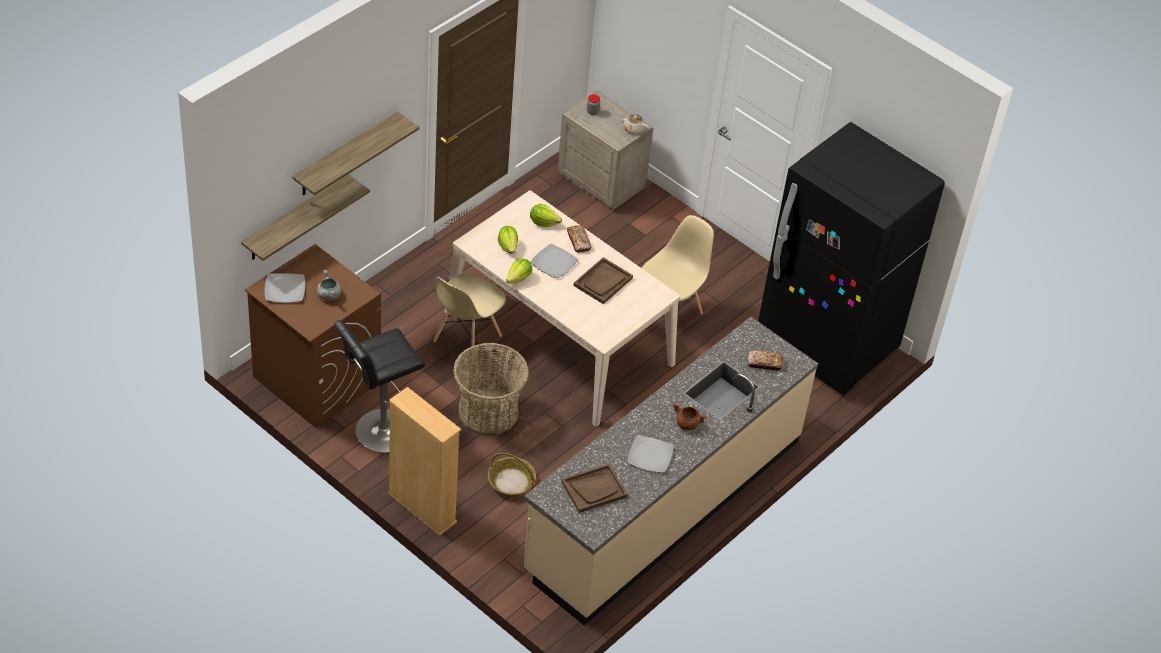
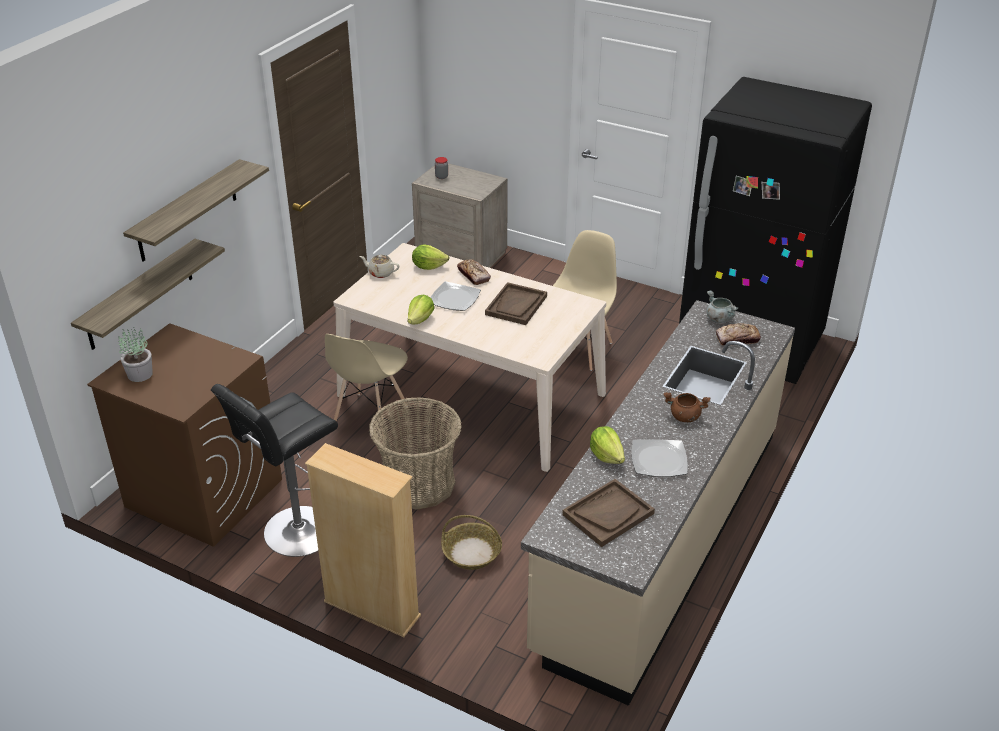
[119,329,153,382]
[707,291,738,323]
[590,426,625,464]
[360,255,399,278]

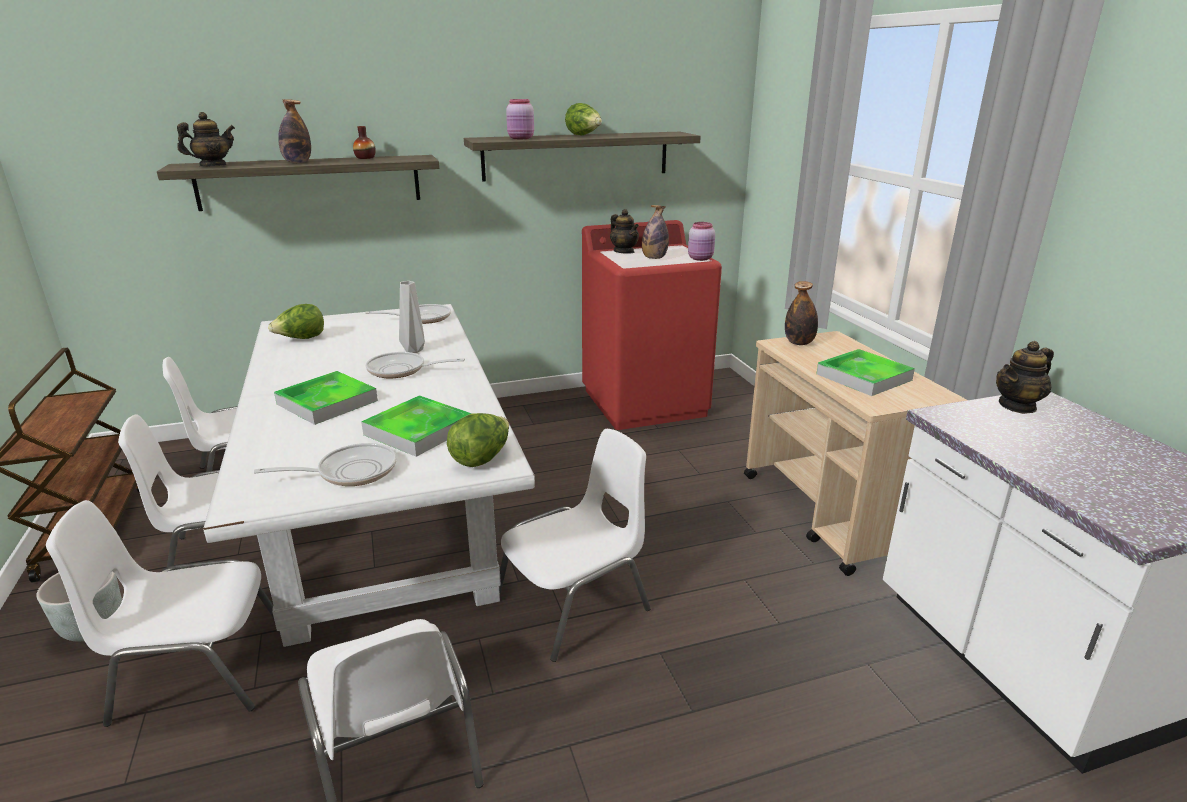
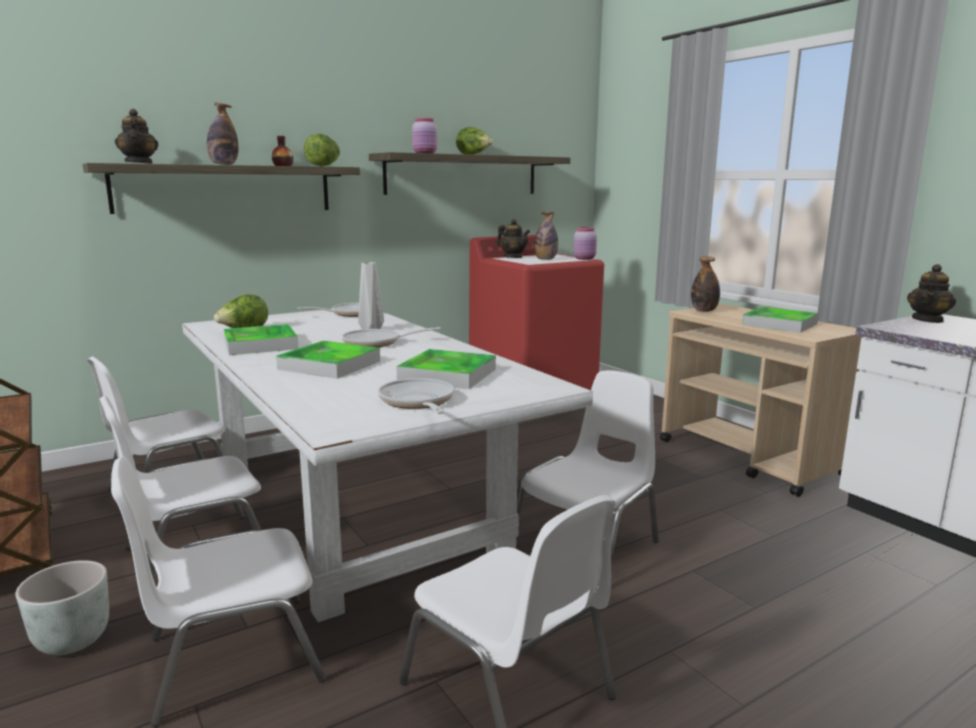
[115,109,158,164]
[378,378,454,414]
[304,134,340,167]
[224,324,299,355]

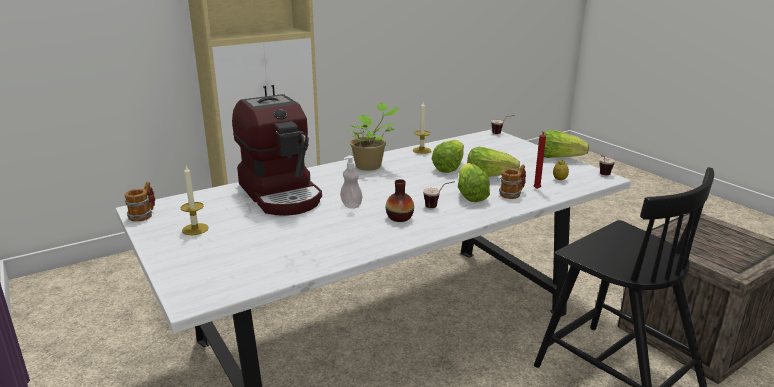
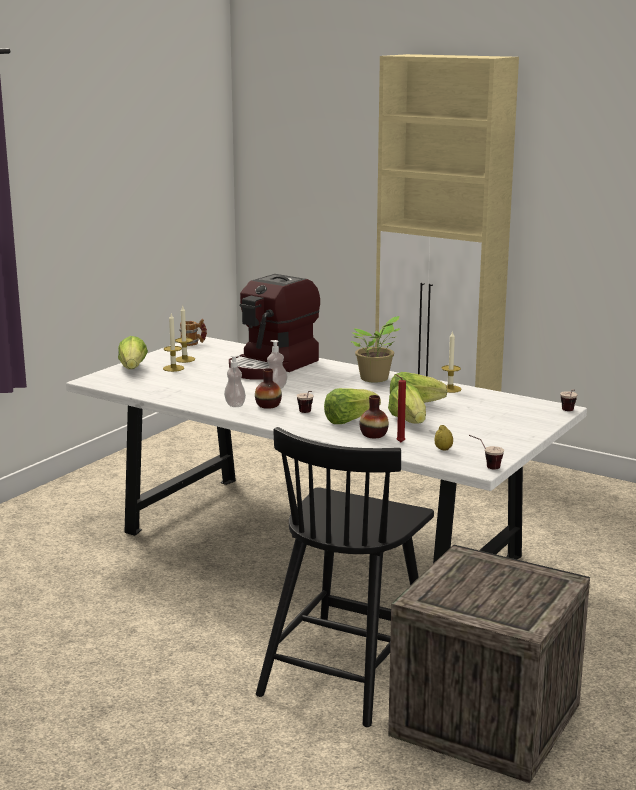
[360,395,389,438]
[118,336,148,369]
[163,314,184,372]
[224,355,246,407]

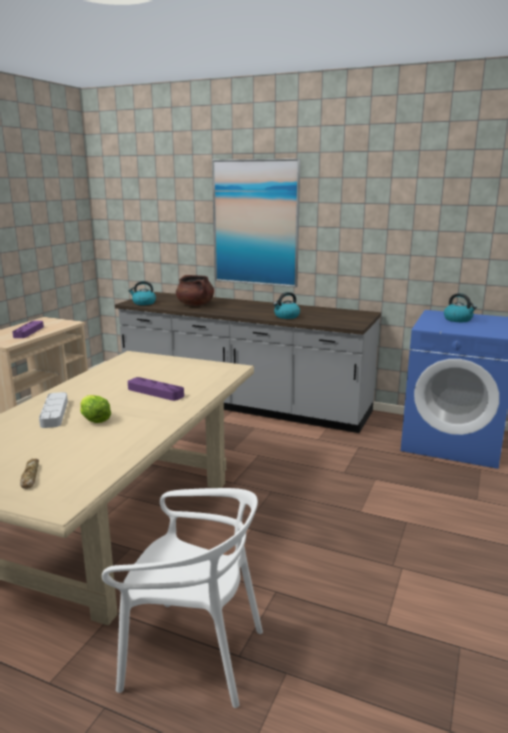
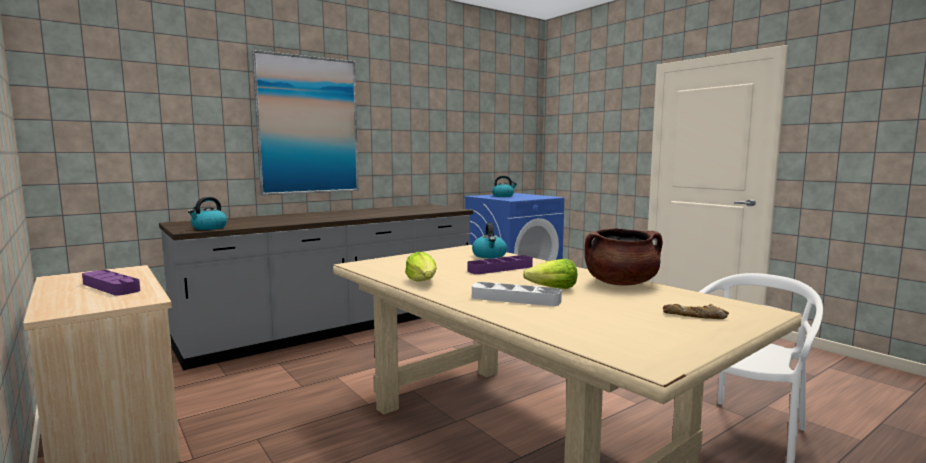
[585,228,663,286]
[472,223,507,258]
[405,252,437,281]

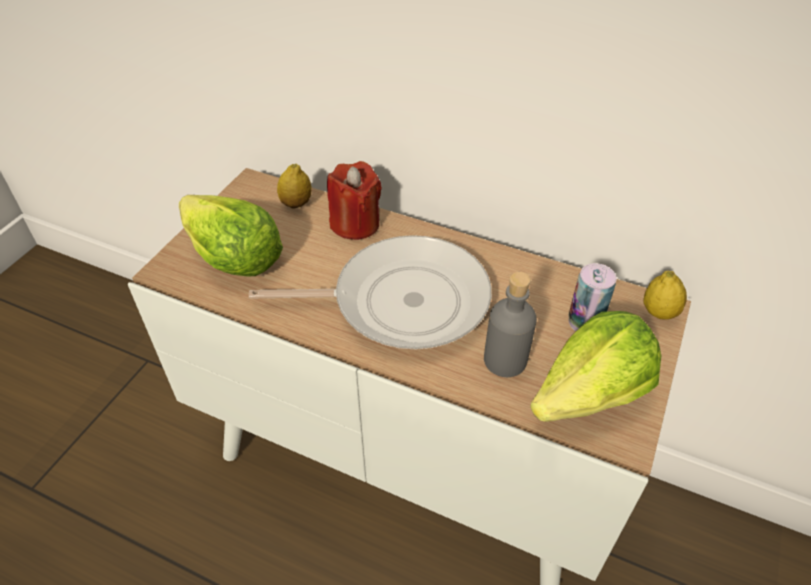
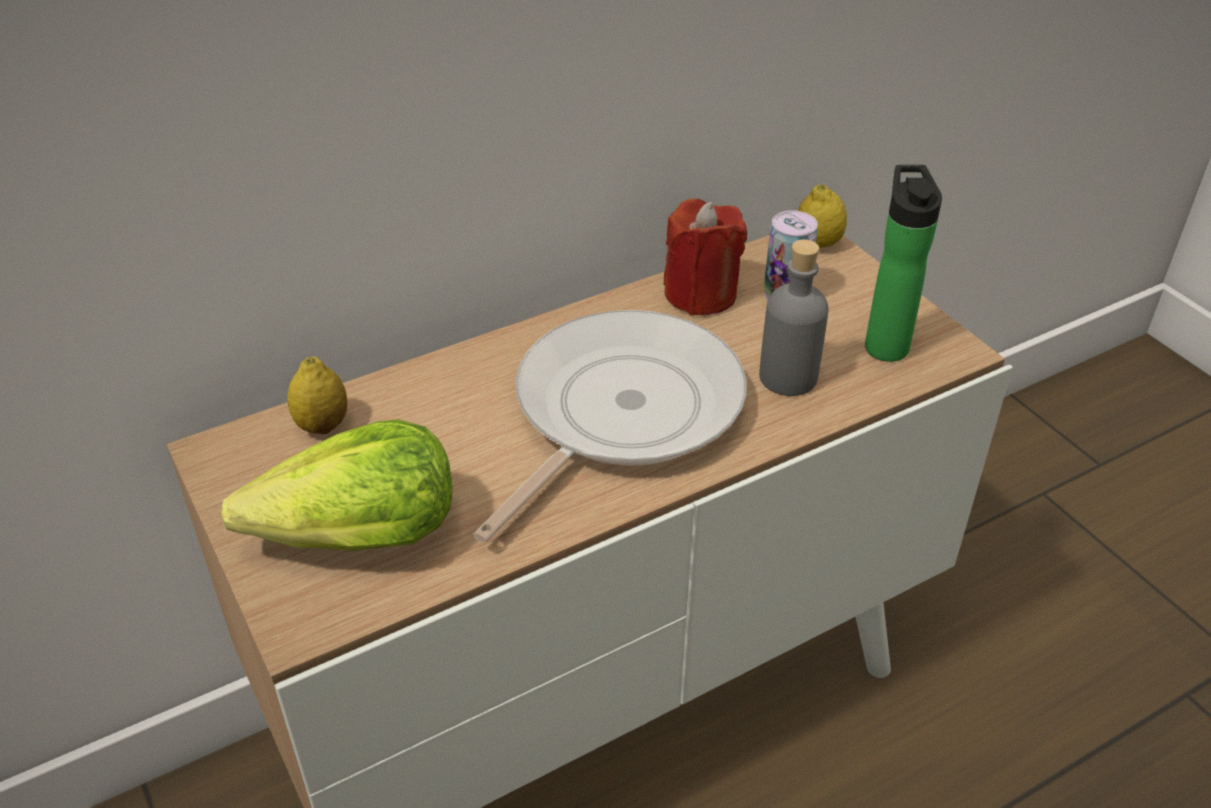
[664,199,747,315]
[865,165,942,362]

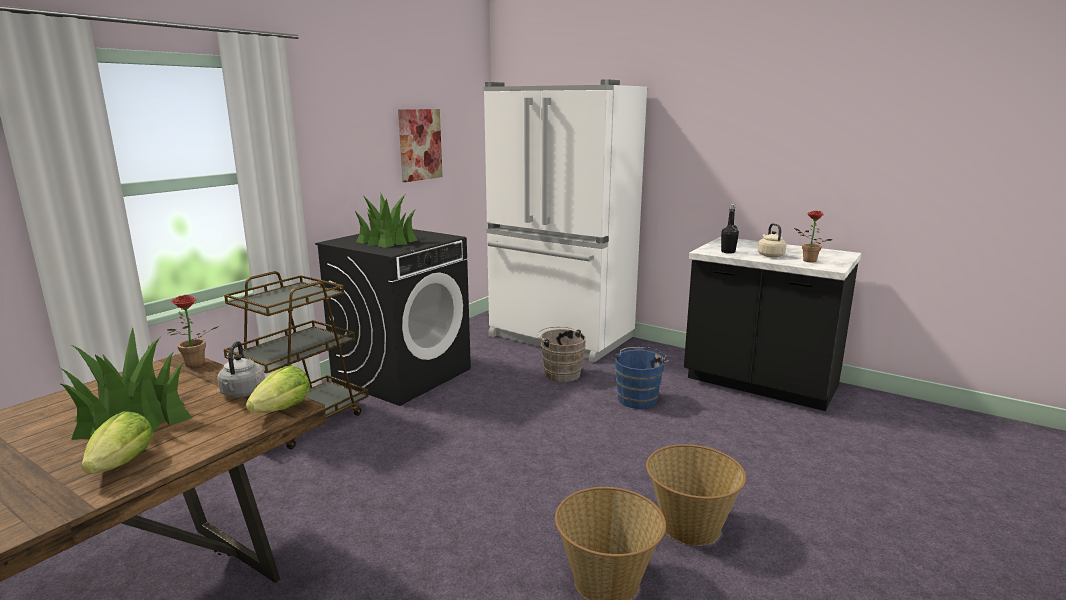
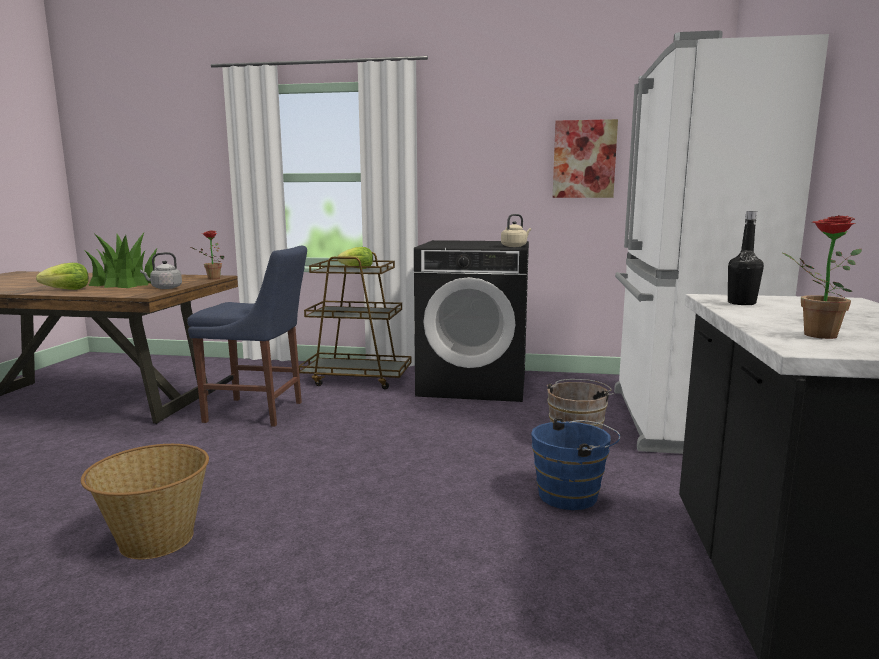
[337,247,373,269]
[354,192,418,248] (first image)
[646,444,746,546] (first image)
[501,214,531,247]
[187,246,307,427]

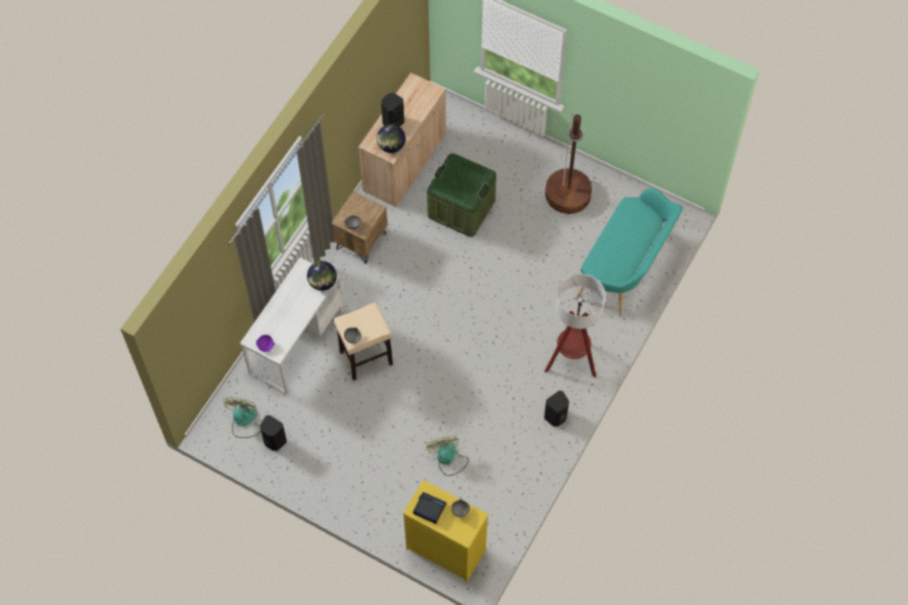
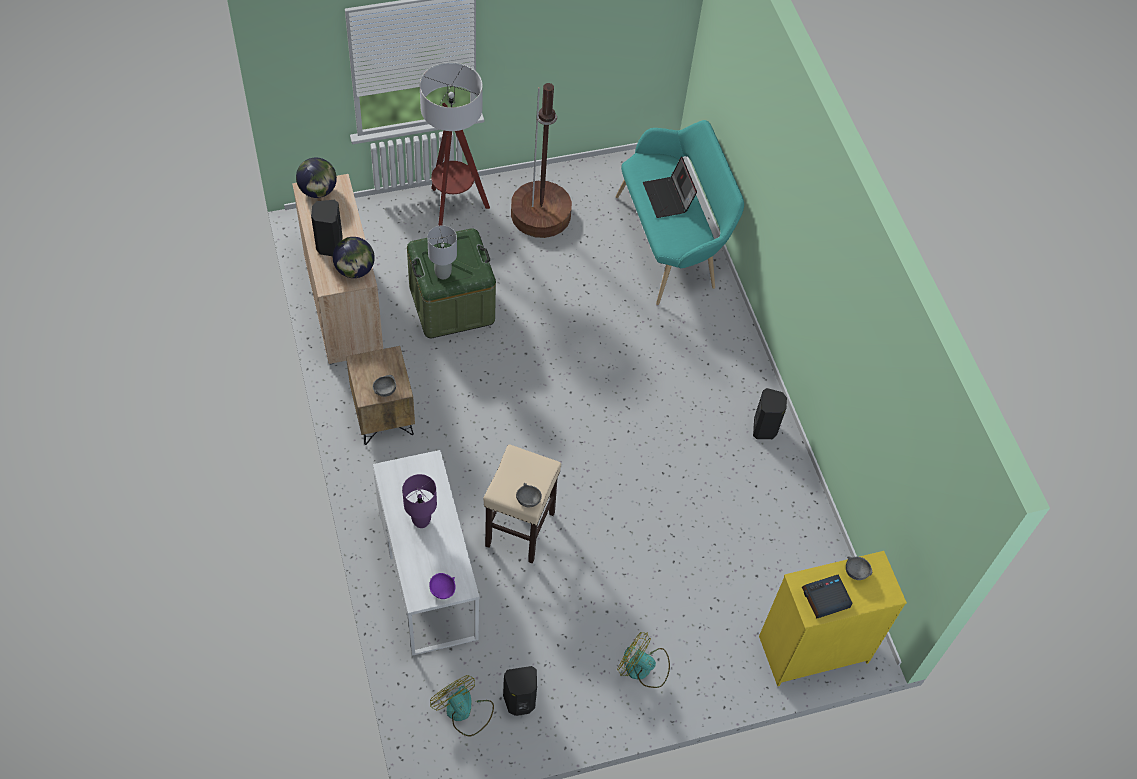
[296,158,337,198]
[617,632,670,688]
[420,62,490,226]
[402,474,437,528]
[427,225,457,279]
[643,156,697,218]

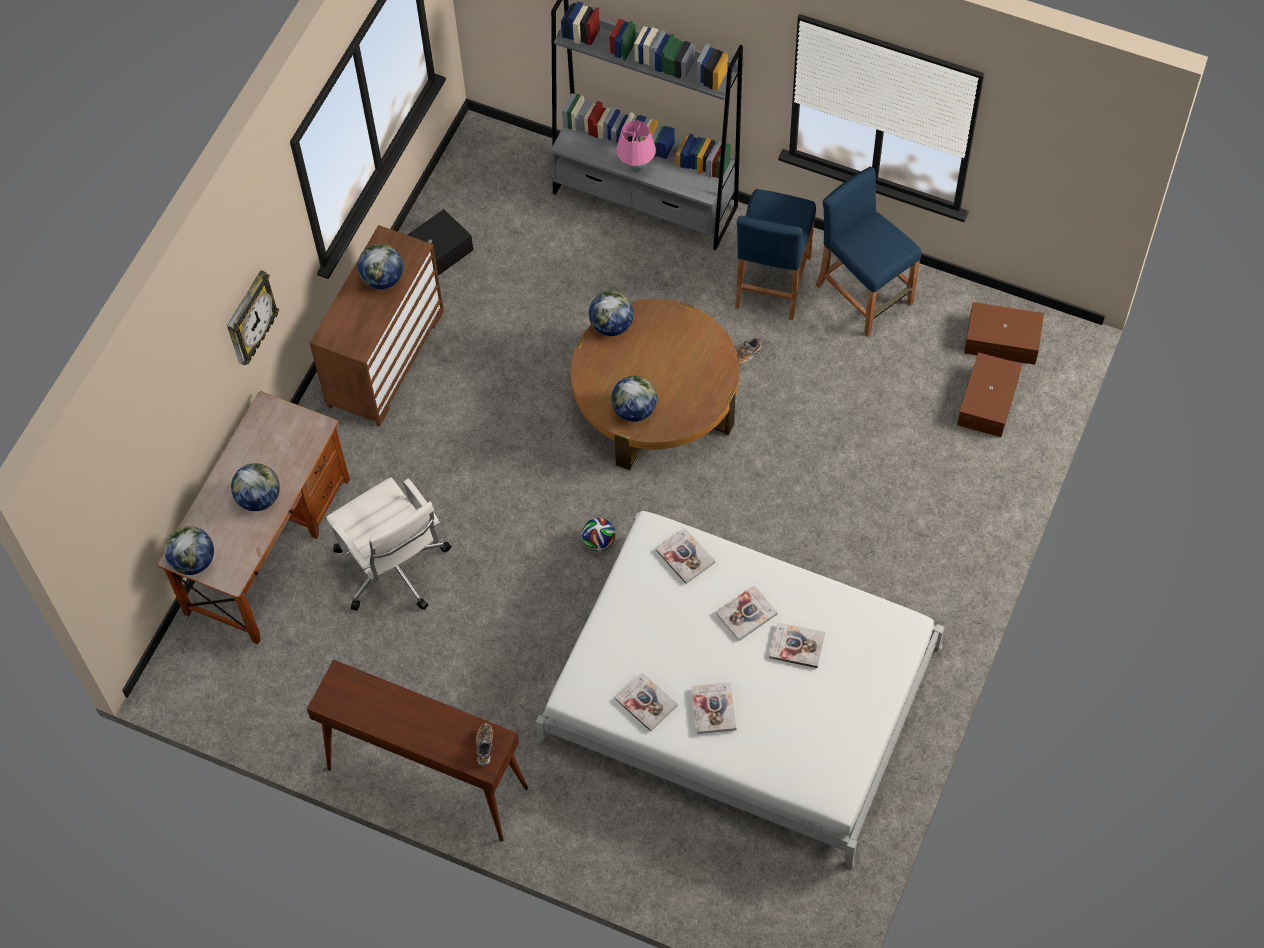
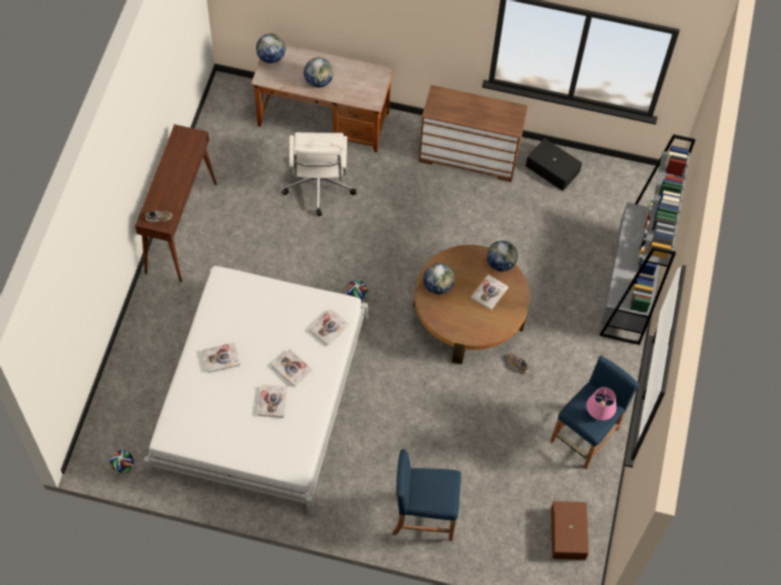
[227,270,279,365] (first image)
[282,132,356,216]
[357,243,403,290] (first image)
[471,274,508,310]
[586,387,616,420]
[392,449,461,541]
[957,352,1022,437] (first image)
[110,450,134,474]

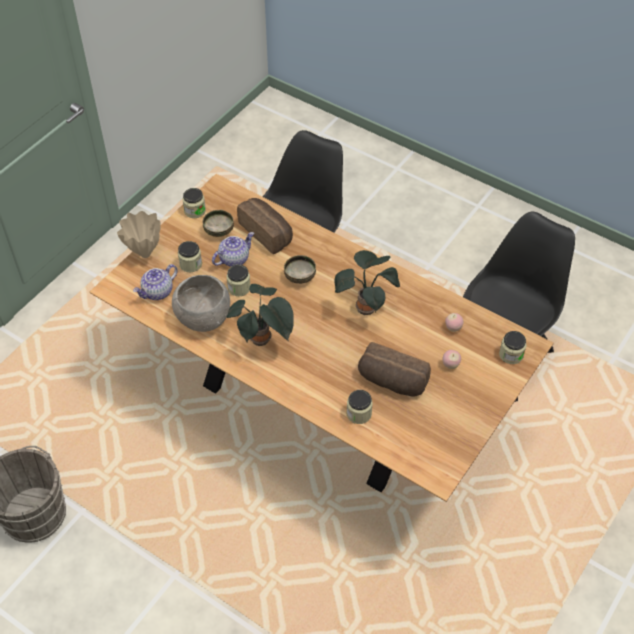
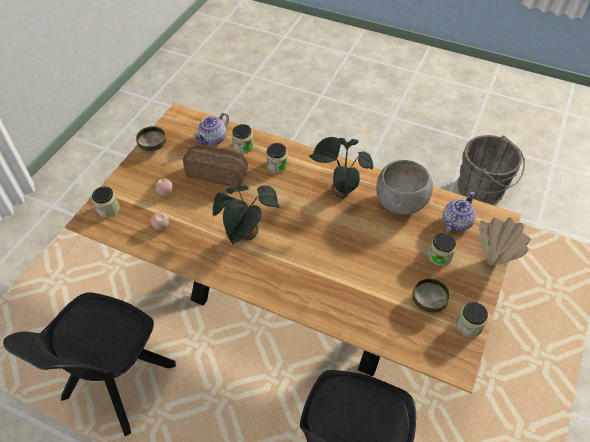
[193,113,229,146]
[266,143,288,173]
[237,198,293,254] (first image)
[136,126,166,152]

